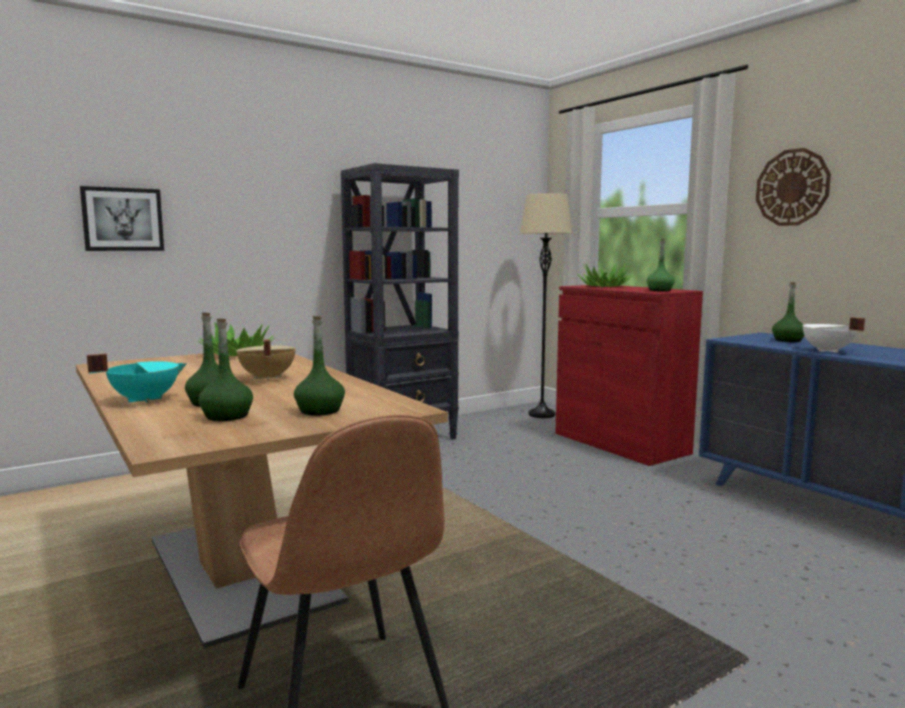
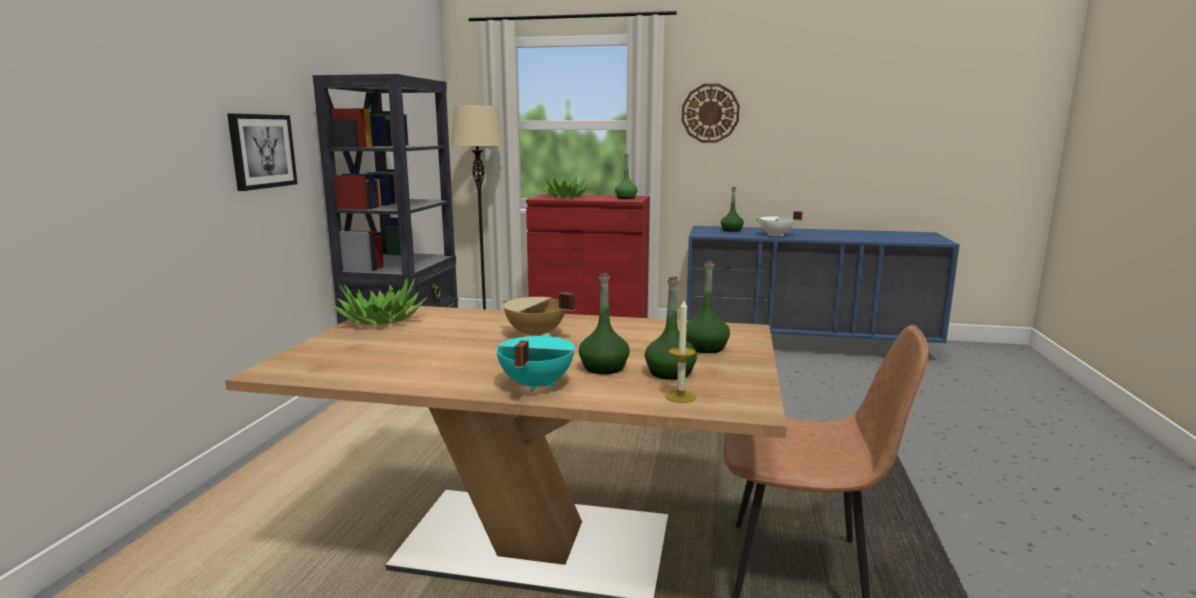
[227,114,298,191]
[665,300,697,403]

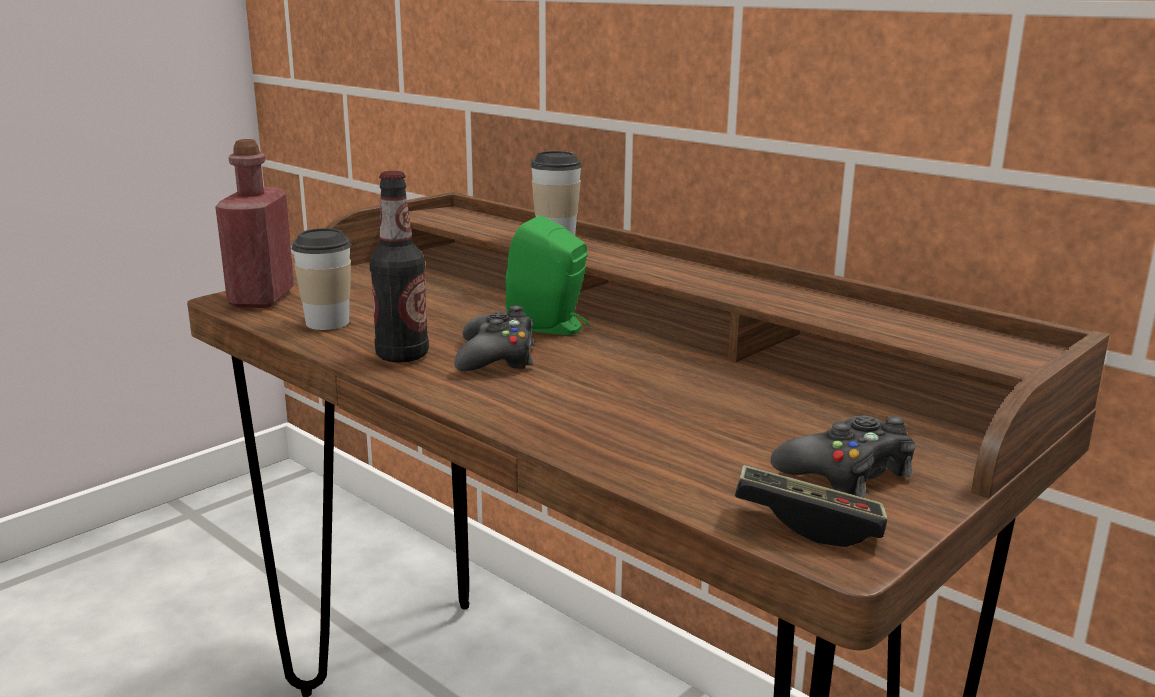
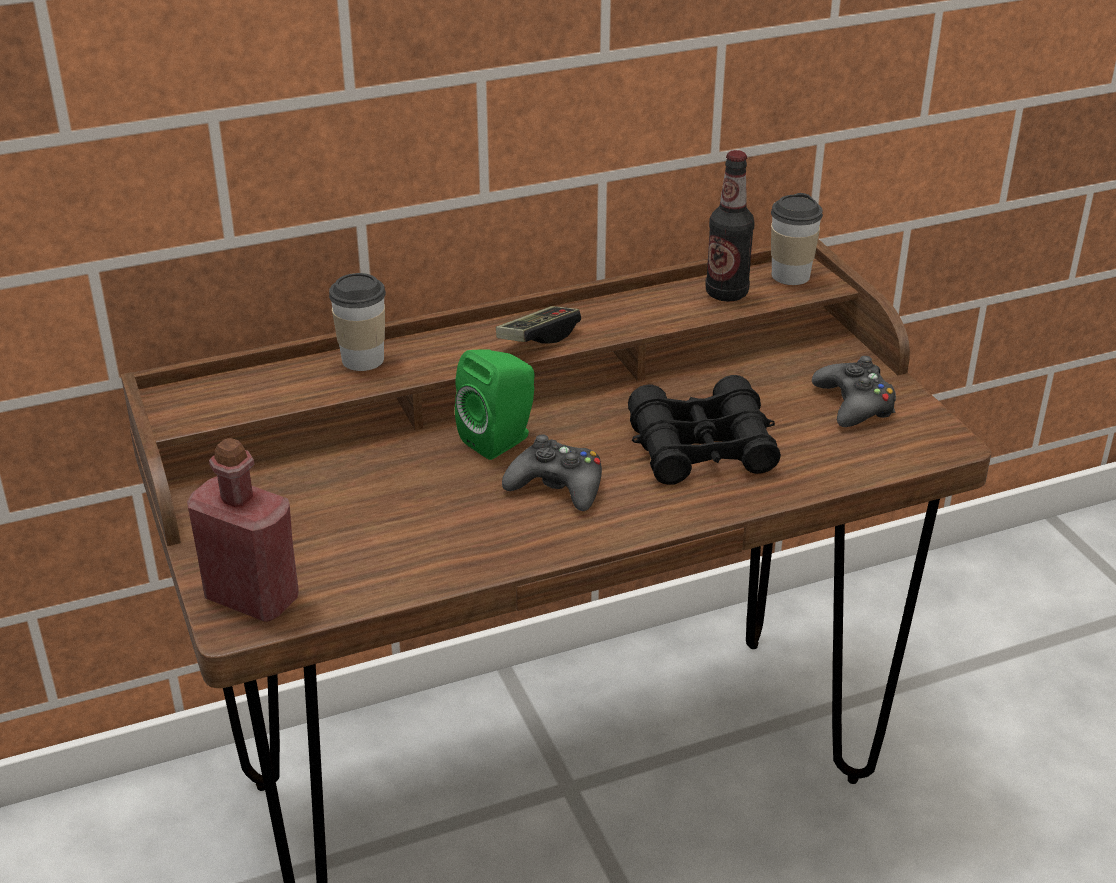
[771,193,823,285]
[706,150,755,302]
[496,306,581,344]
[628,375,781,484]

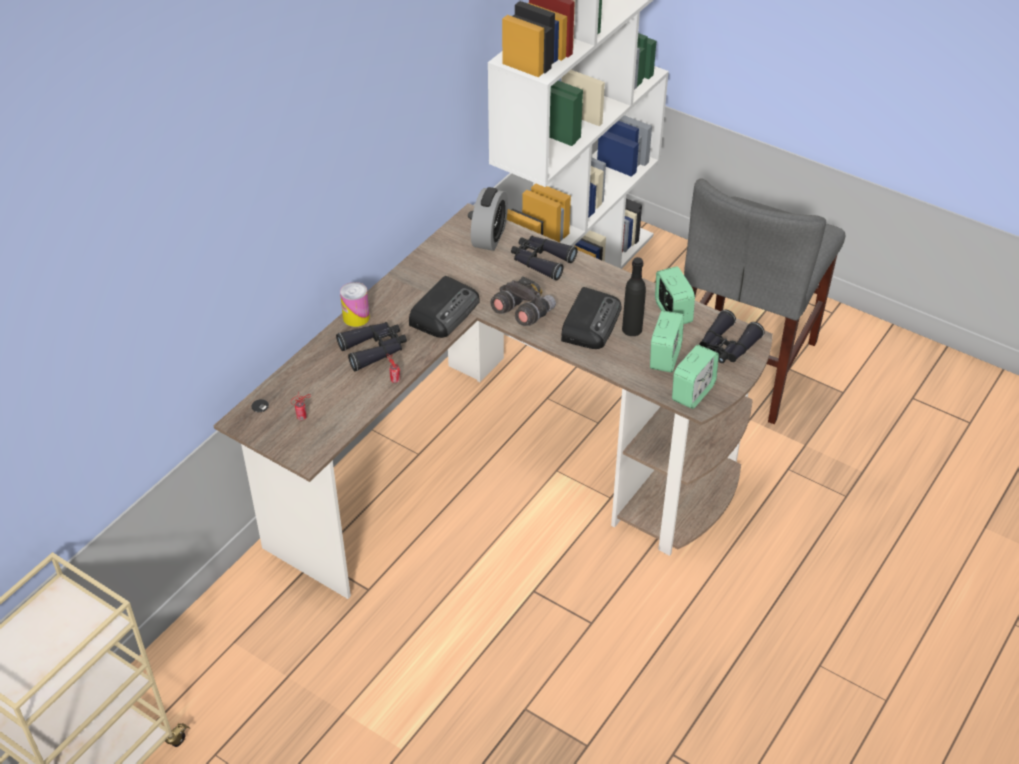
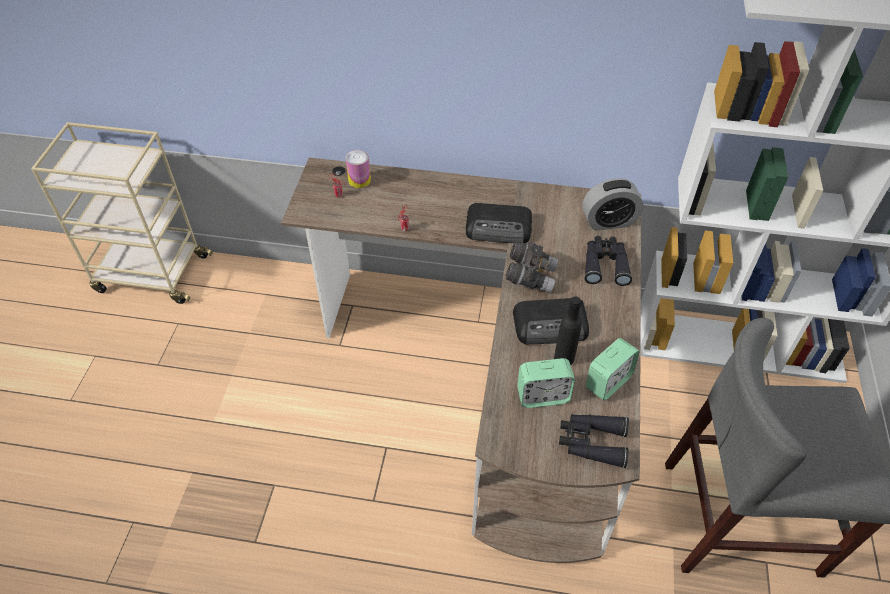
[336,322,407,371] (first image)
[346,150,371,188]
[672,345,719,409] (first image)

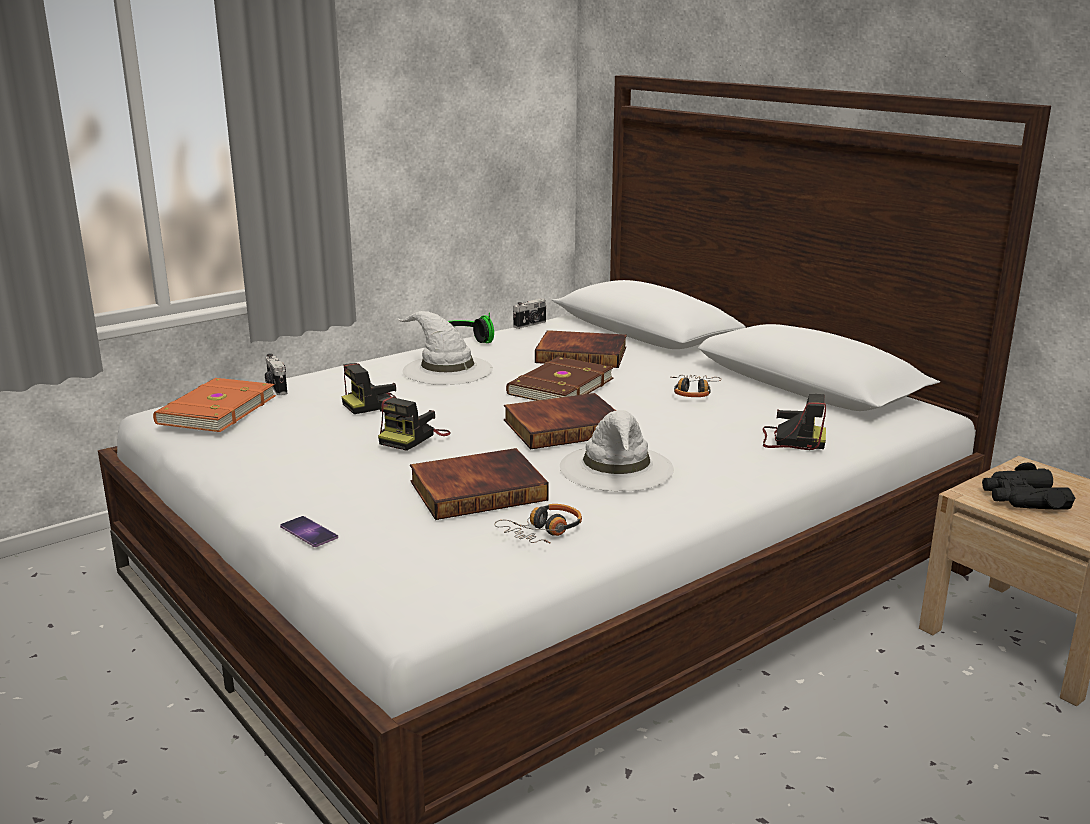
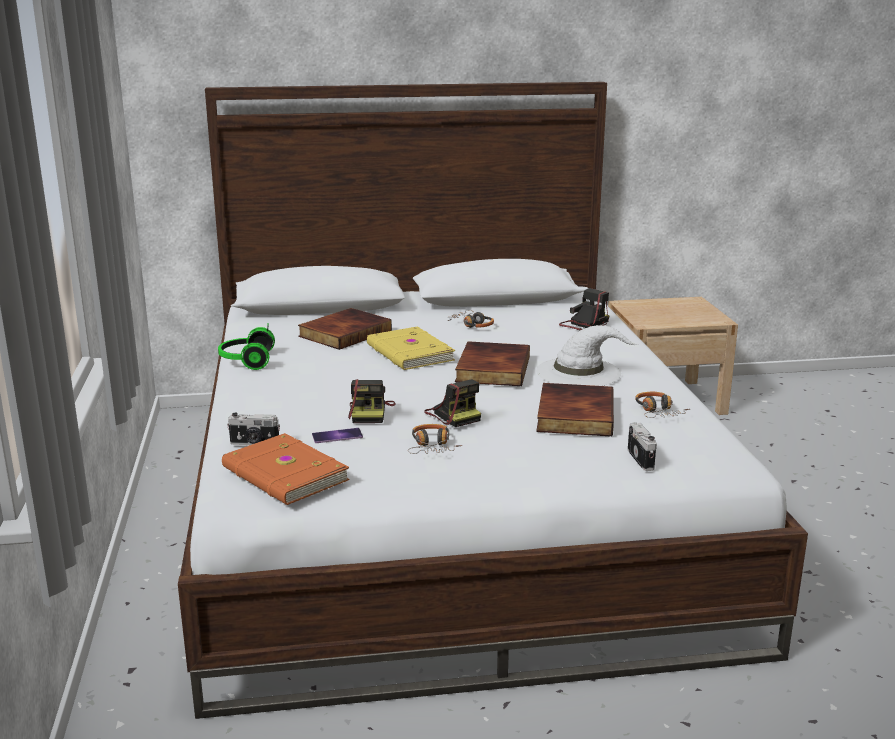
[312,428,363,443]
[397,311,493,385] (first image)
[367,326,455,370]
[628,422,657,471]
[982,463,1075,510] (first image)
[408,424,463,454]

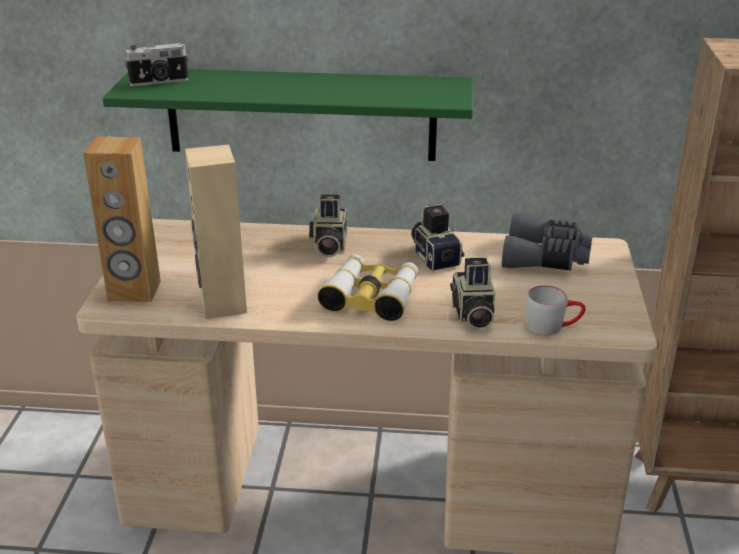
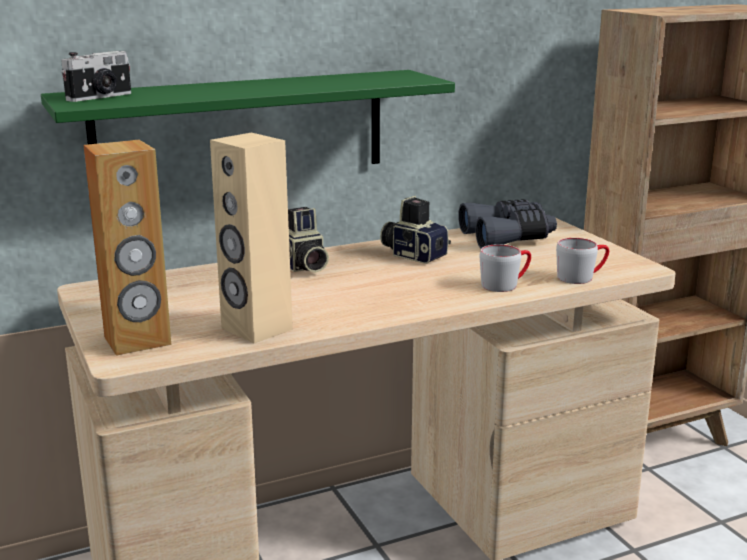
[317,254,418,321] (first image)
[480,244,531,292]

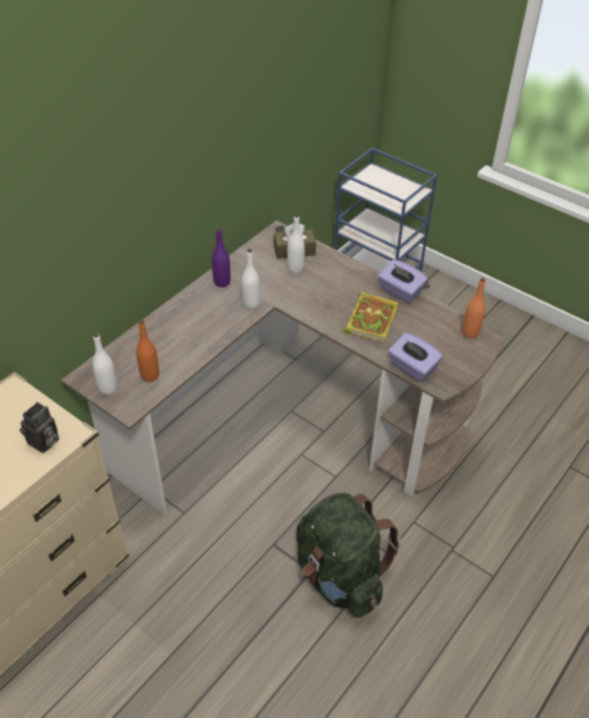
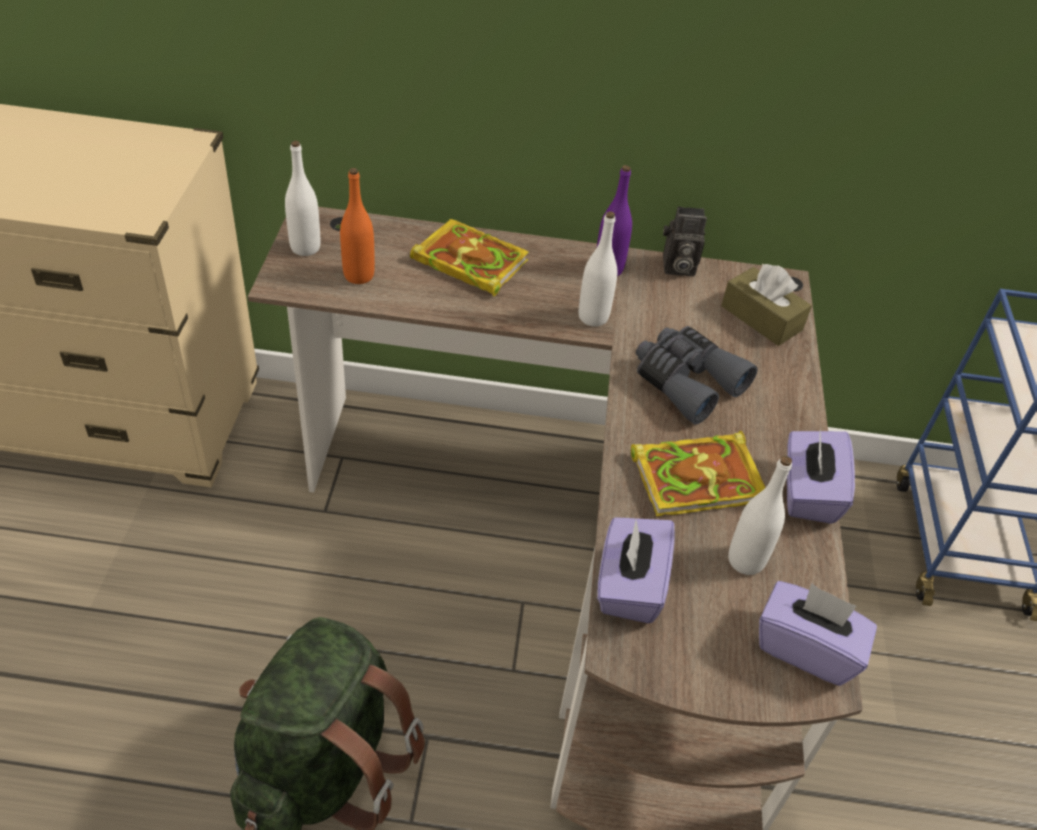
[663,206,707,276]
[728,456,792,575]
[759,581,877,686]
[410,219,529,296]
[636,326,758,425]

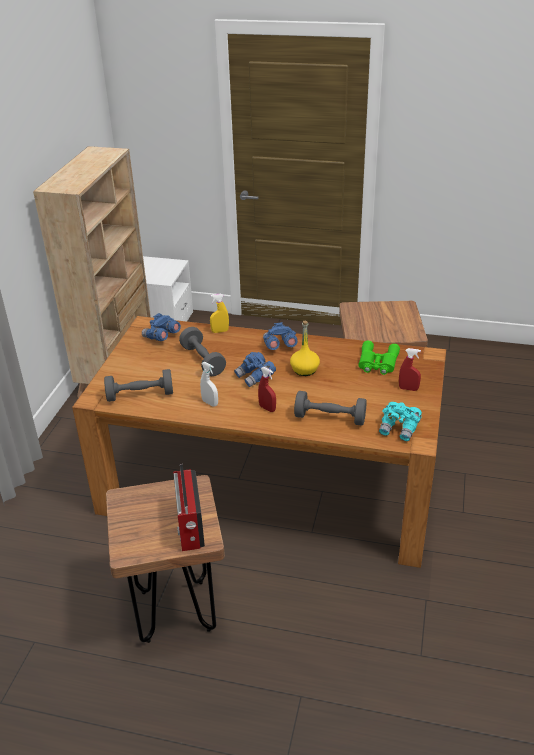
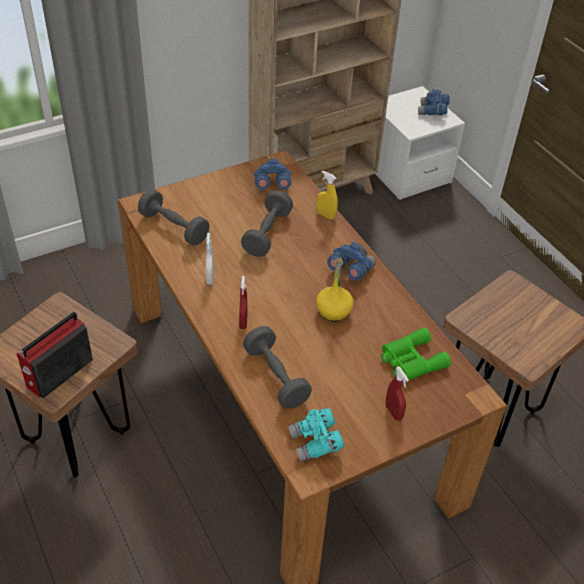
[418,89,450,116]

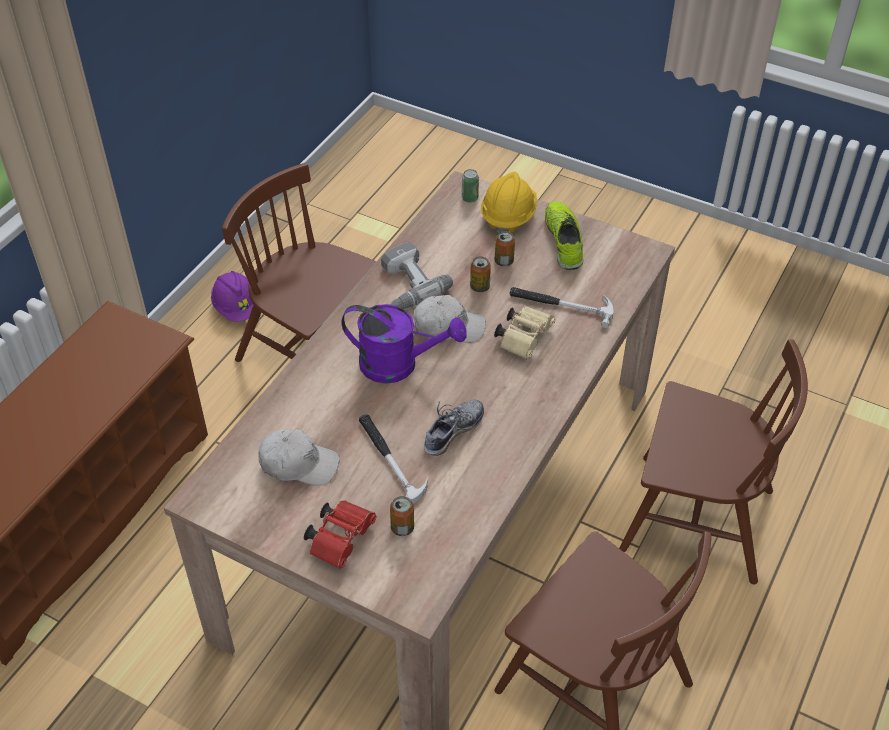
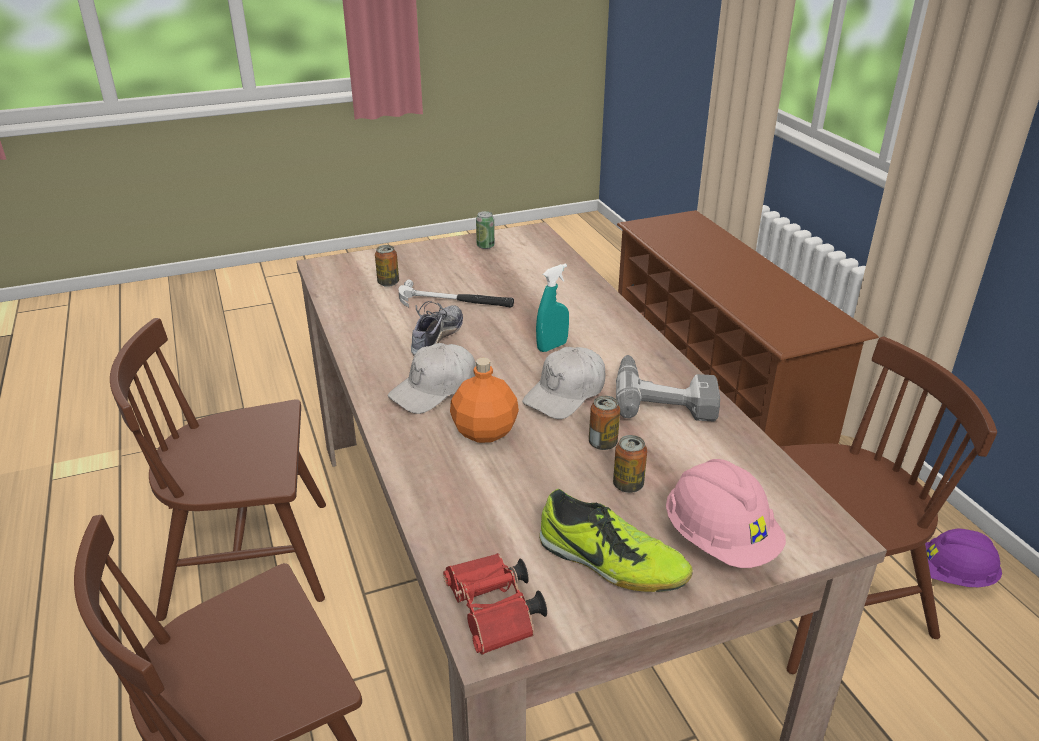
[388,343,476,414]
[443,553,547,655]
[536,264,569,352]
[411,301,463,356]
[476,211,495,249]
[666,459,786,568]
[450,358,519,443]
[510,287,613,328] (first image)

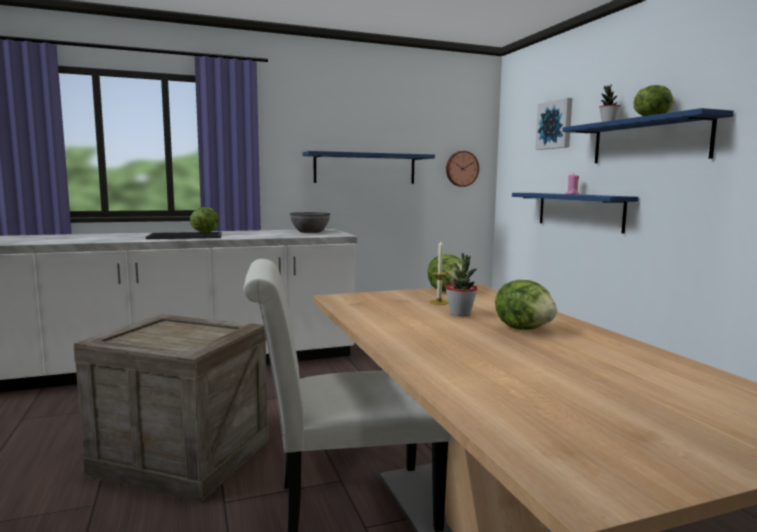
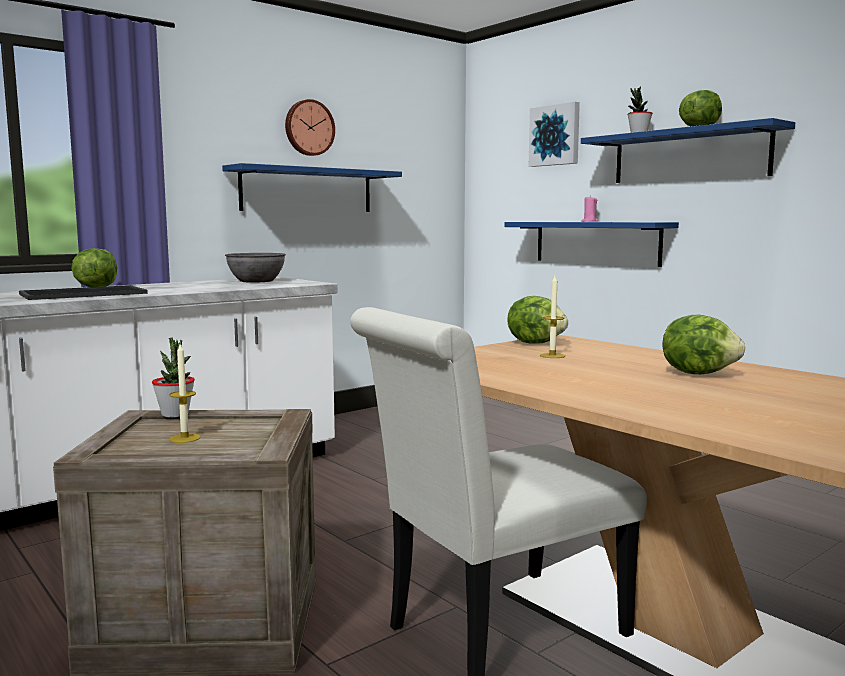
[152,337,195,418]
[285,99,335,156]
[169,344,200,443]

